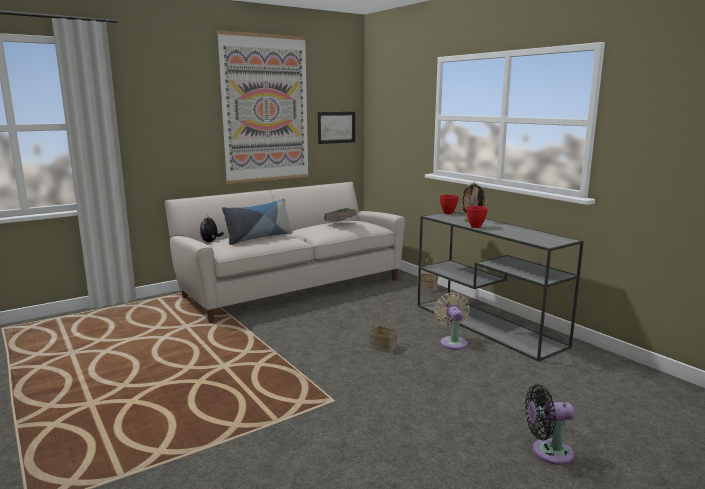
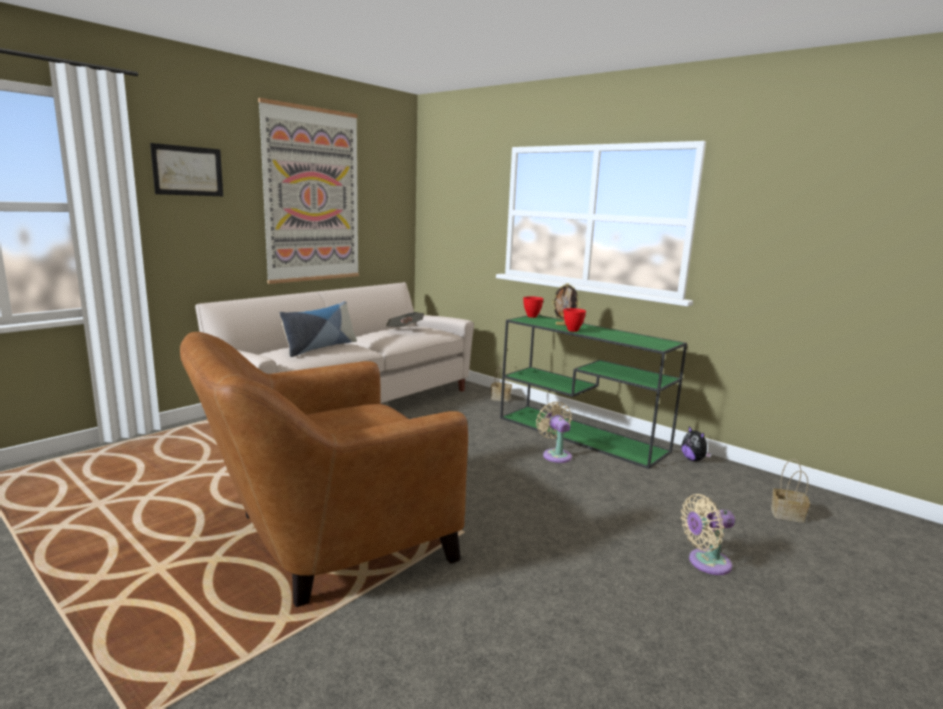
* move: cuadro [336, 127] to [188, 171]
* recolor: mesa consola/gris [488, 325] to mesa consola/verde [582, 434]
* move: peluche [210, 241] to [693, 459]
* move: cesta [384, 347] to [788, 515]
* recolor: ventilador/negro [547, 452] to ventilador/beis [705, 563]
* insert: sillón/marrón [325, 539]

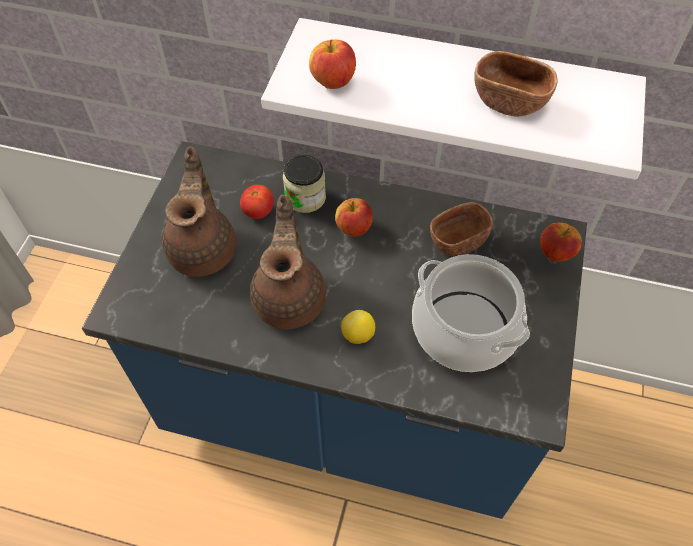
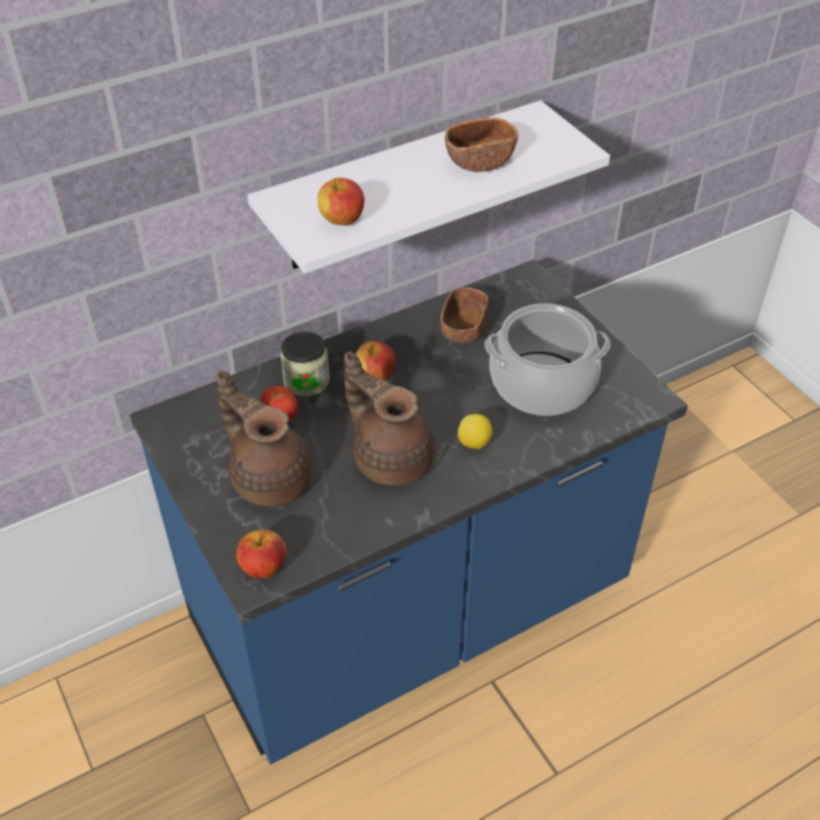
* move: manzana [555, 253] to [263, 567]

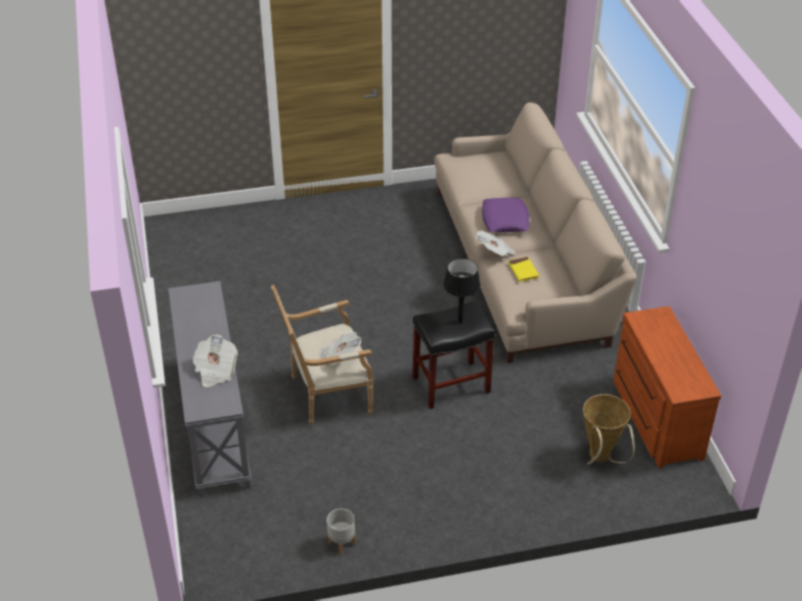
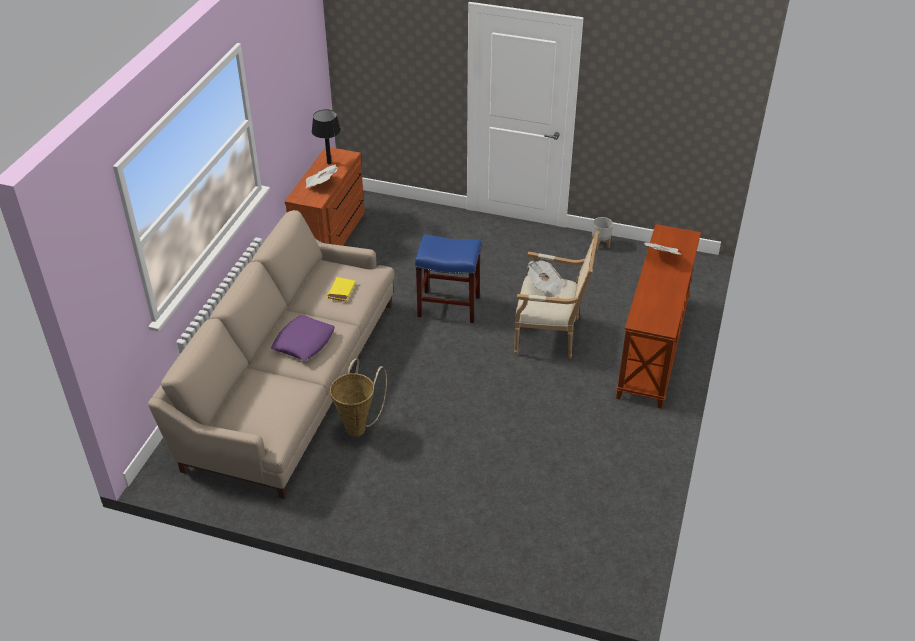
* move: periódico [494, 252] to [321, 184]
* move: lámpara de mesa/negro [460, 320] to [329, 163]
* recolor: mesa consola/gris [213, 422] to mesa consola/marrón [654, 348]
* recolor: taburete/negro [450, 385] to taburete/azul [449, 306]
* move: cesta [600, 459] to [358, 426]

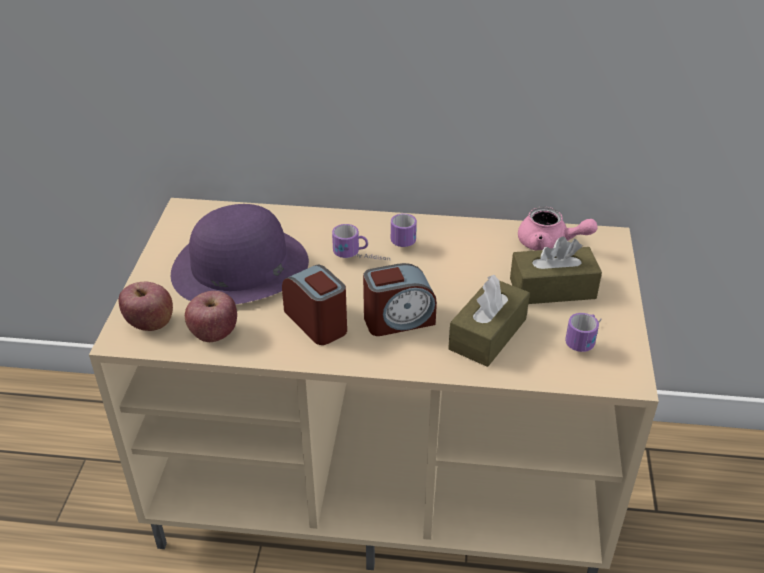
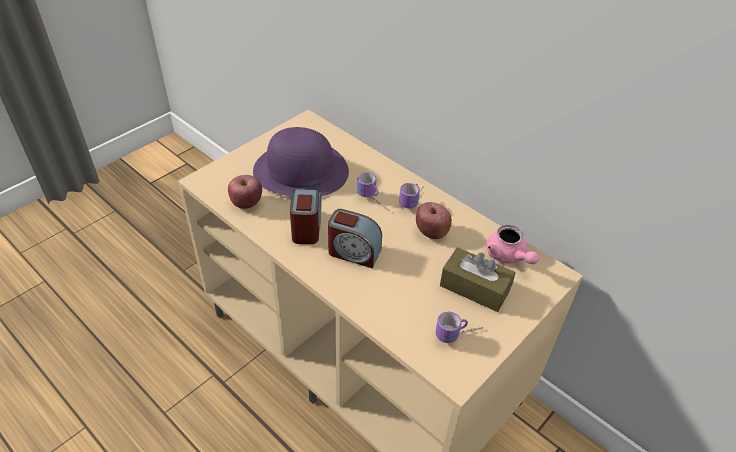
* delete: caja de pañuelos/marrón [487, 334]
* move: manzana [150, 323] to [431, 232]

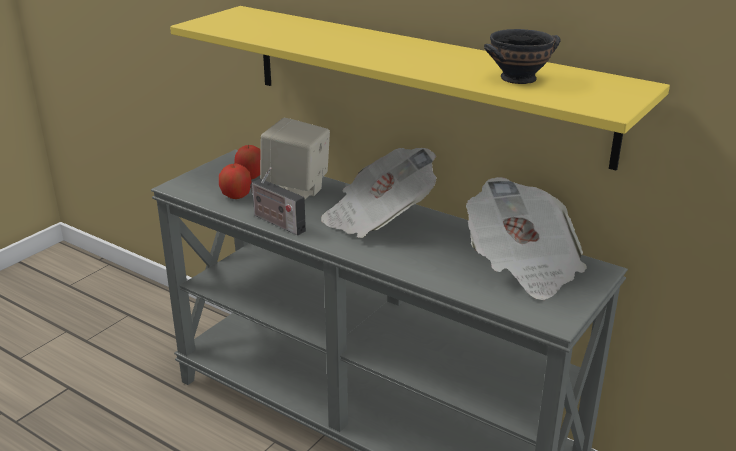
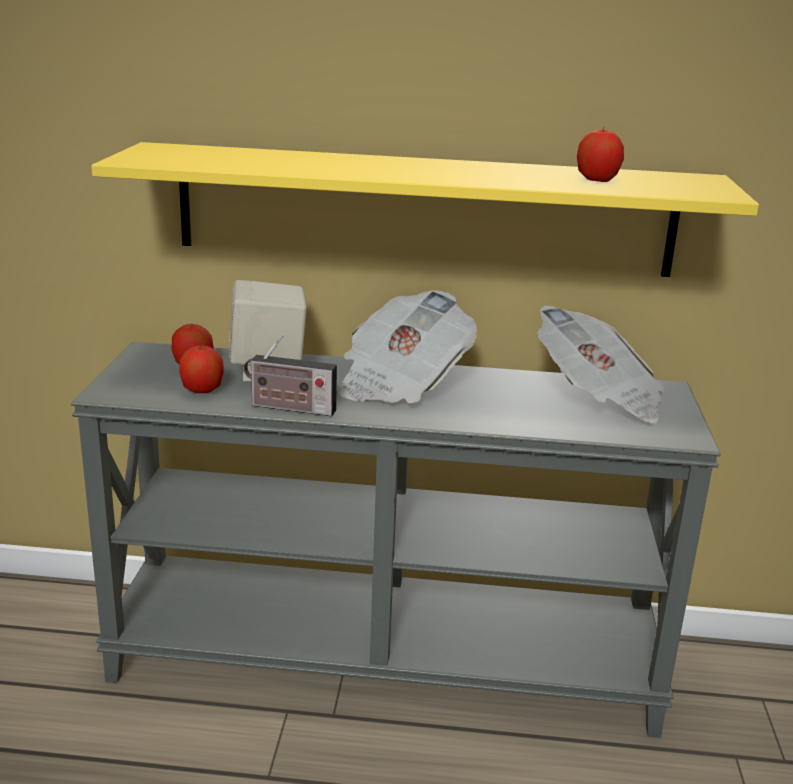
* replace: cuenco/negro [520, 78] to manzana [597, 180]

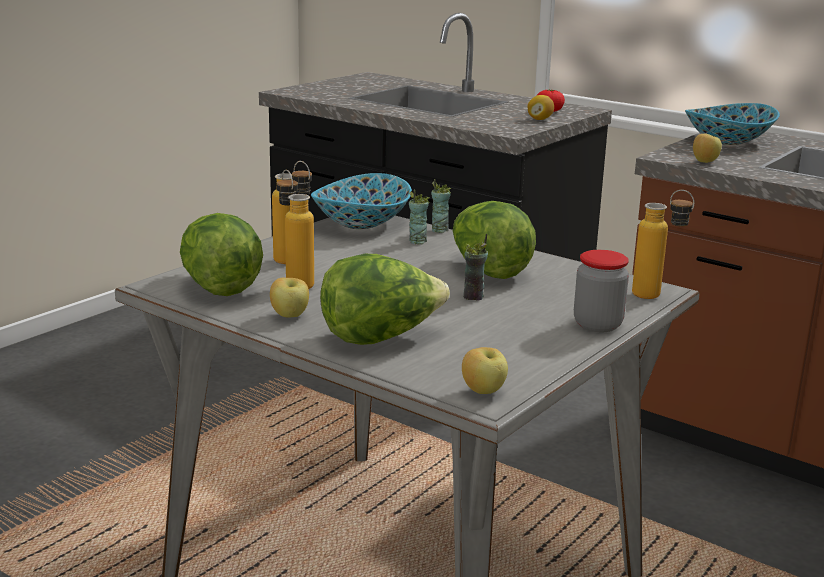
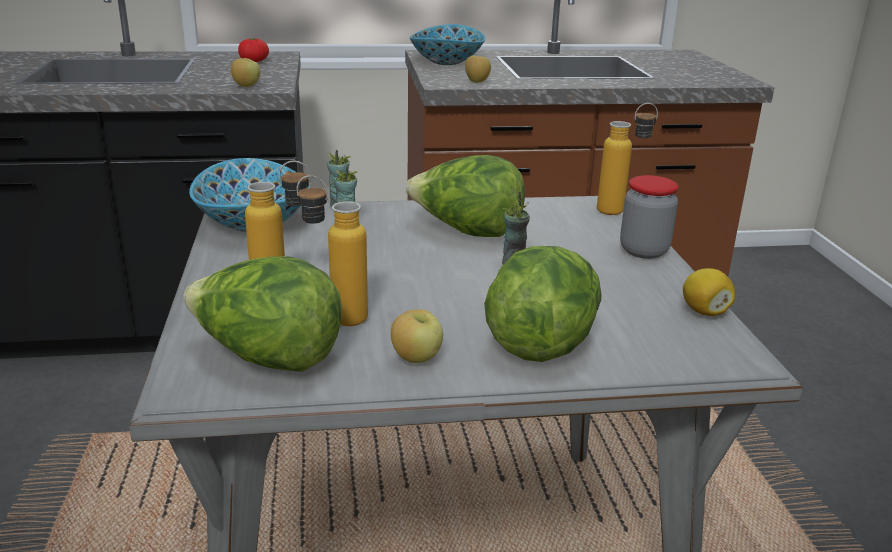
* move: limón [540, 119] to [704, 311]
* move: manzana [483, 391] to [246, 86]

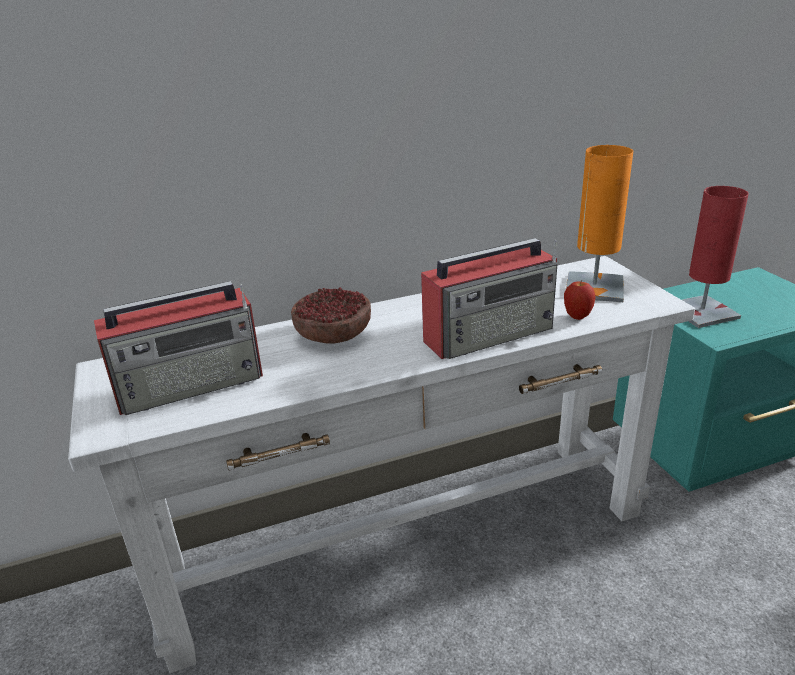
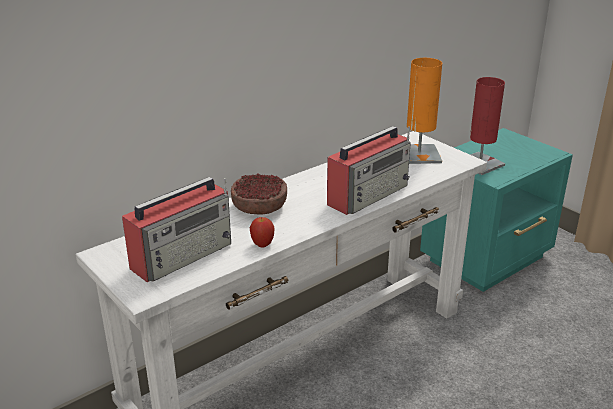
* move: manzana [577, 316] to [262, 245]

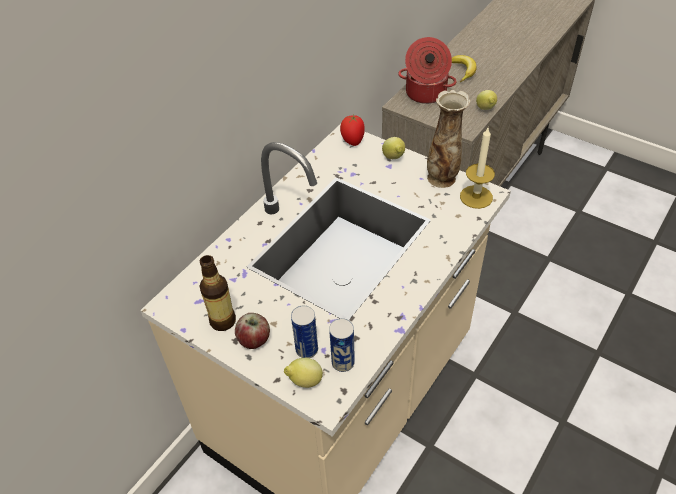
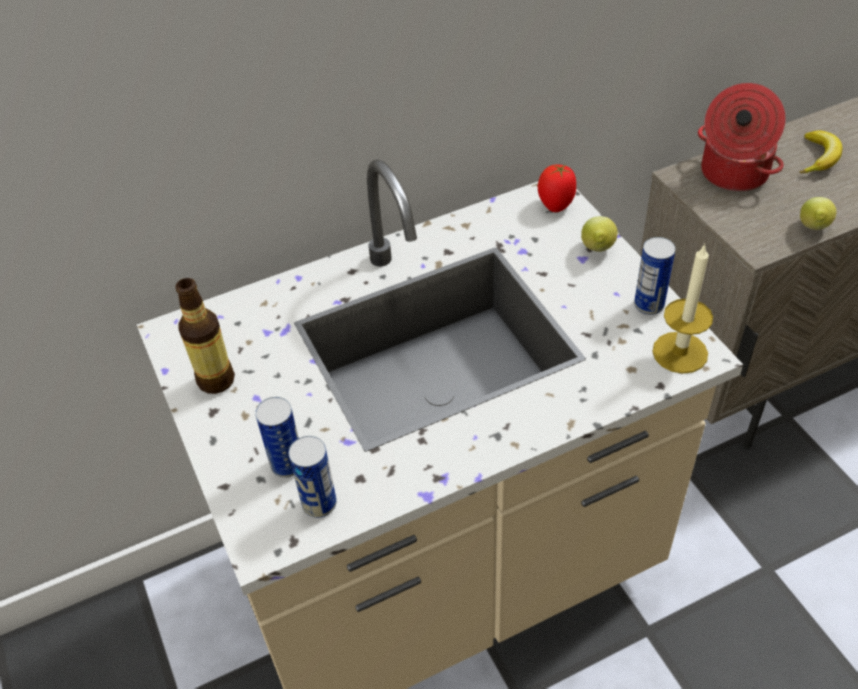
* replace: florero [442, 178] to lata [649, 305]
* delete: manzana [254, 340]
* delete: limón [304, 381]

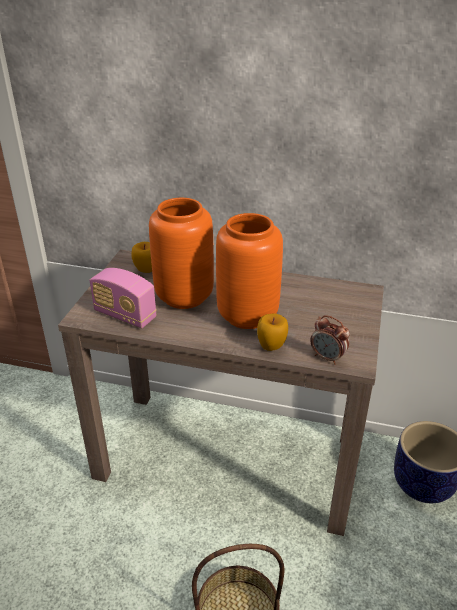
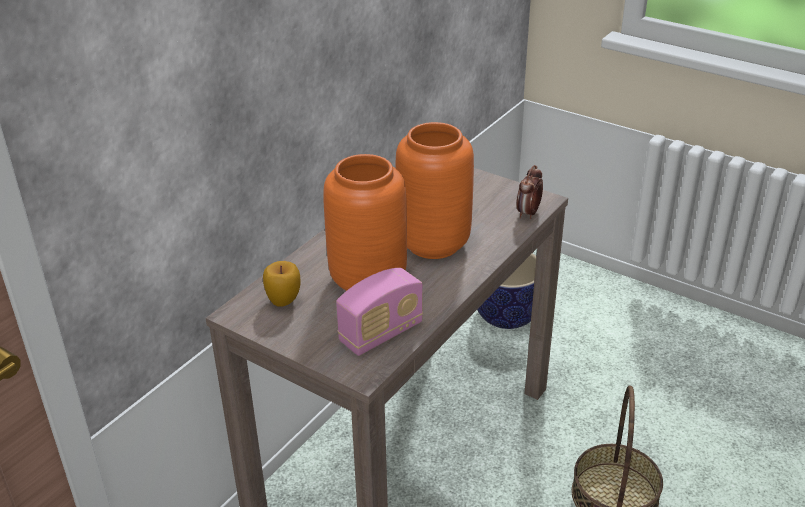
* delete: manzana [271, 347]
* rotate: despertador [327, 358] = [528, 213] 150 degrees clockwise

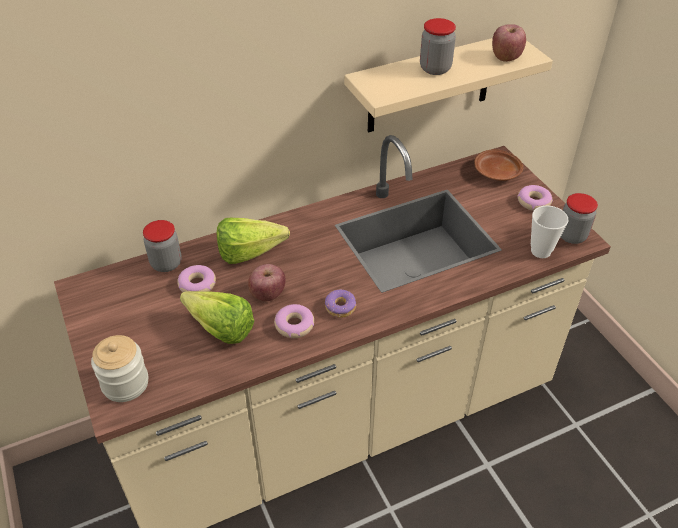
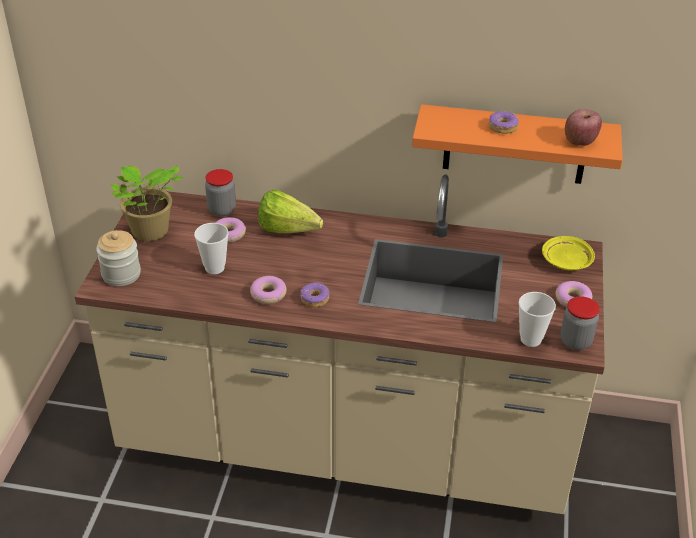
* replace: tarro [435, 68] to rosquilla [502, 127]
* recolor: estante/beis [430, 84] to estante/naranja [515, 145]
* recolor: plato/marrón [497, 173] to plato/amarillo [566, 261]
* delete: manzana [267, 294]
* replace: lechuga [217, 326] to taza [214, 268]
* insert: planta en maceta [150, 232]

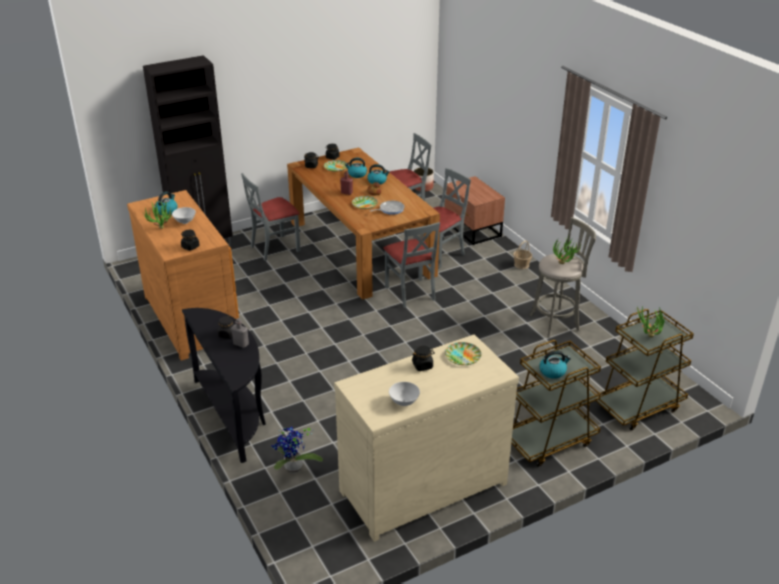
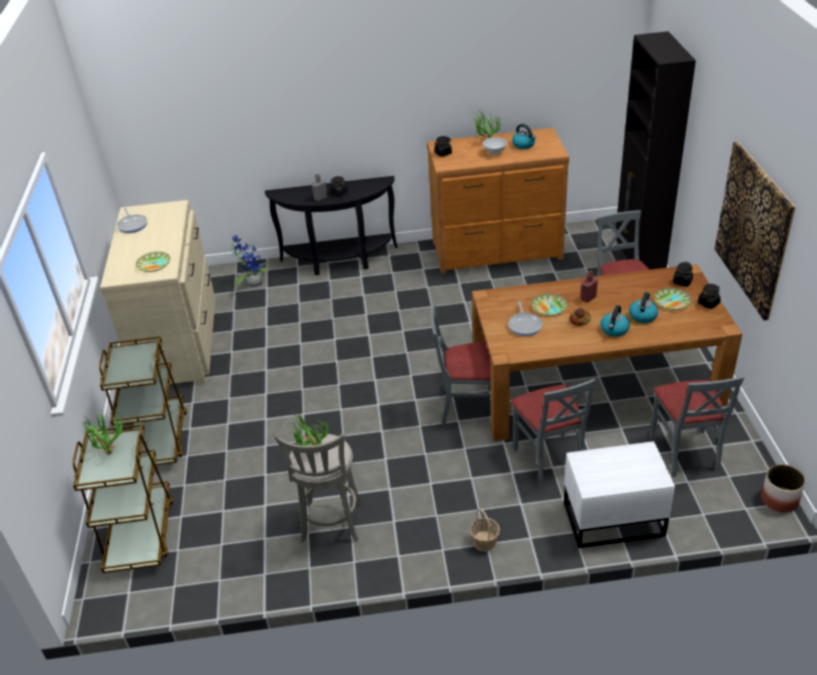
* recolor: mesita de noche/marrón [472, 229] to mesita de noche/blanco [611, 518]
* delete: tarro/negro [422, 366]
* delete: hervidor [553, 371]
* replace: cuenco/blanco [403, 402] to sartén [132, 225]
* insert: cuadro [753, 229]

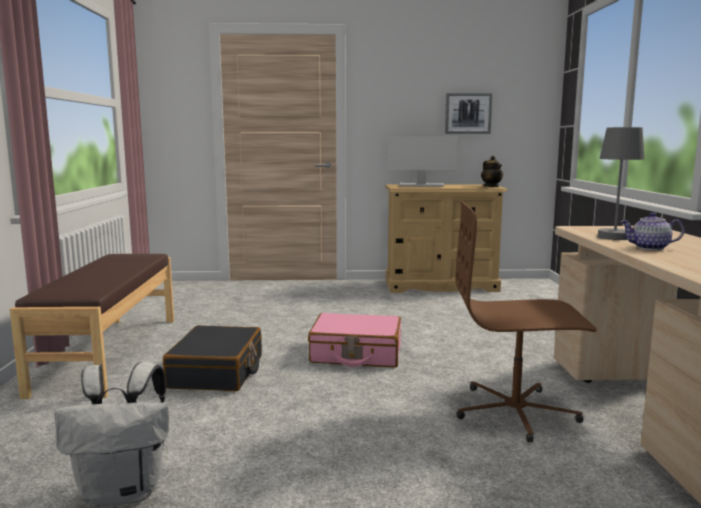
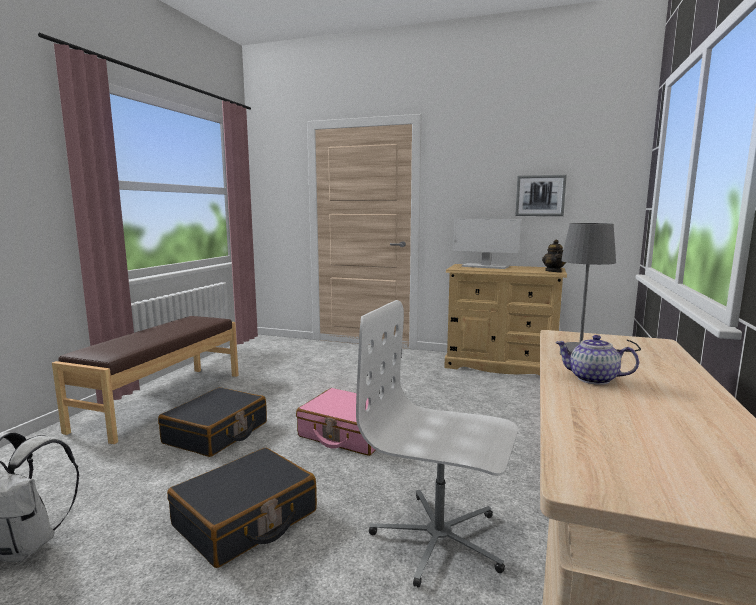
* recolor: silla de oficina/marrón [516, 412] to silla de oficina/blanco [439, 539]
* insert: maleta/negro [246, 519]

